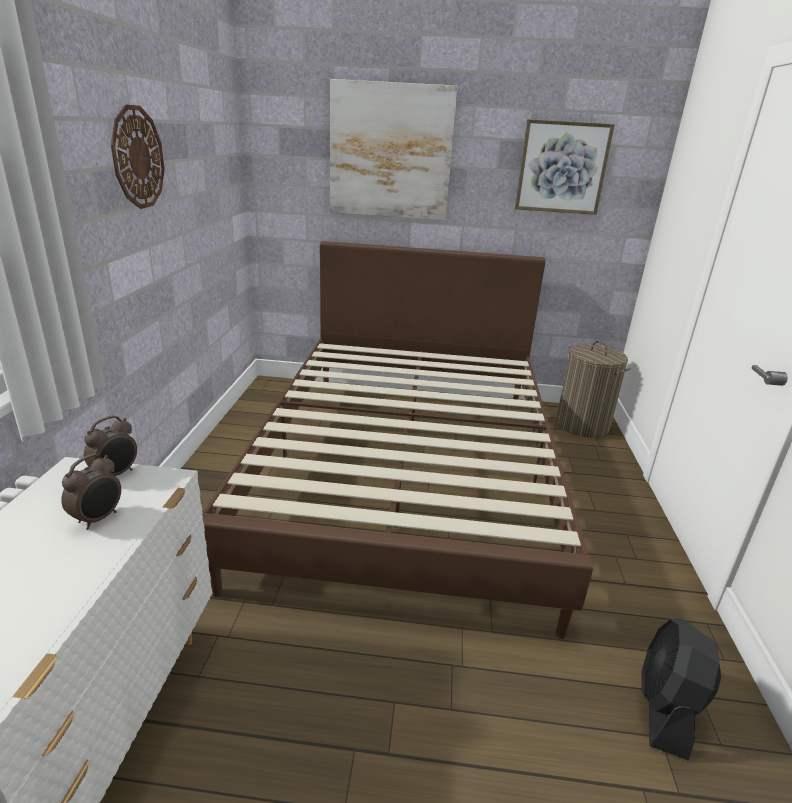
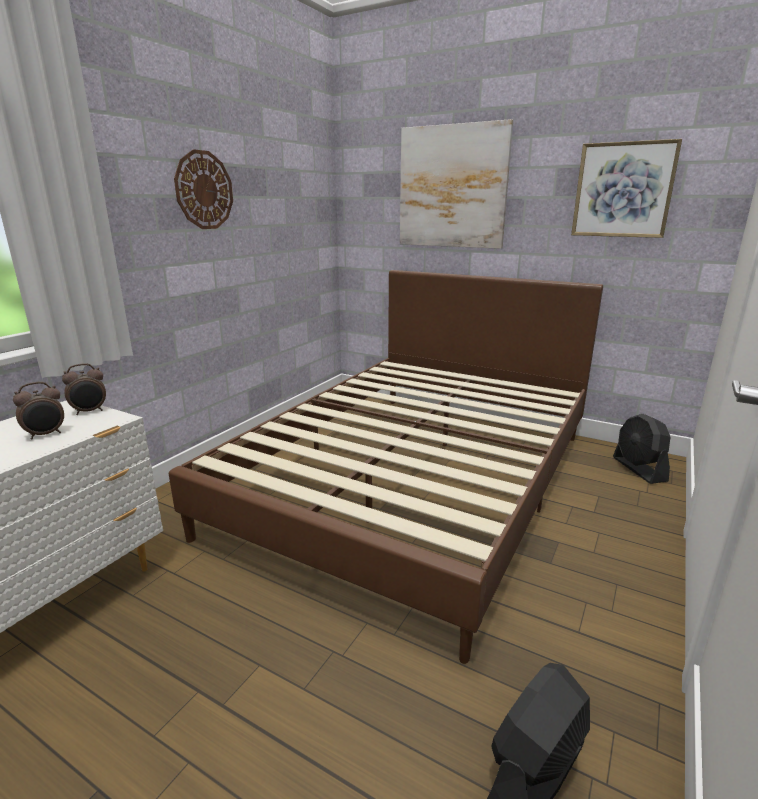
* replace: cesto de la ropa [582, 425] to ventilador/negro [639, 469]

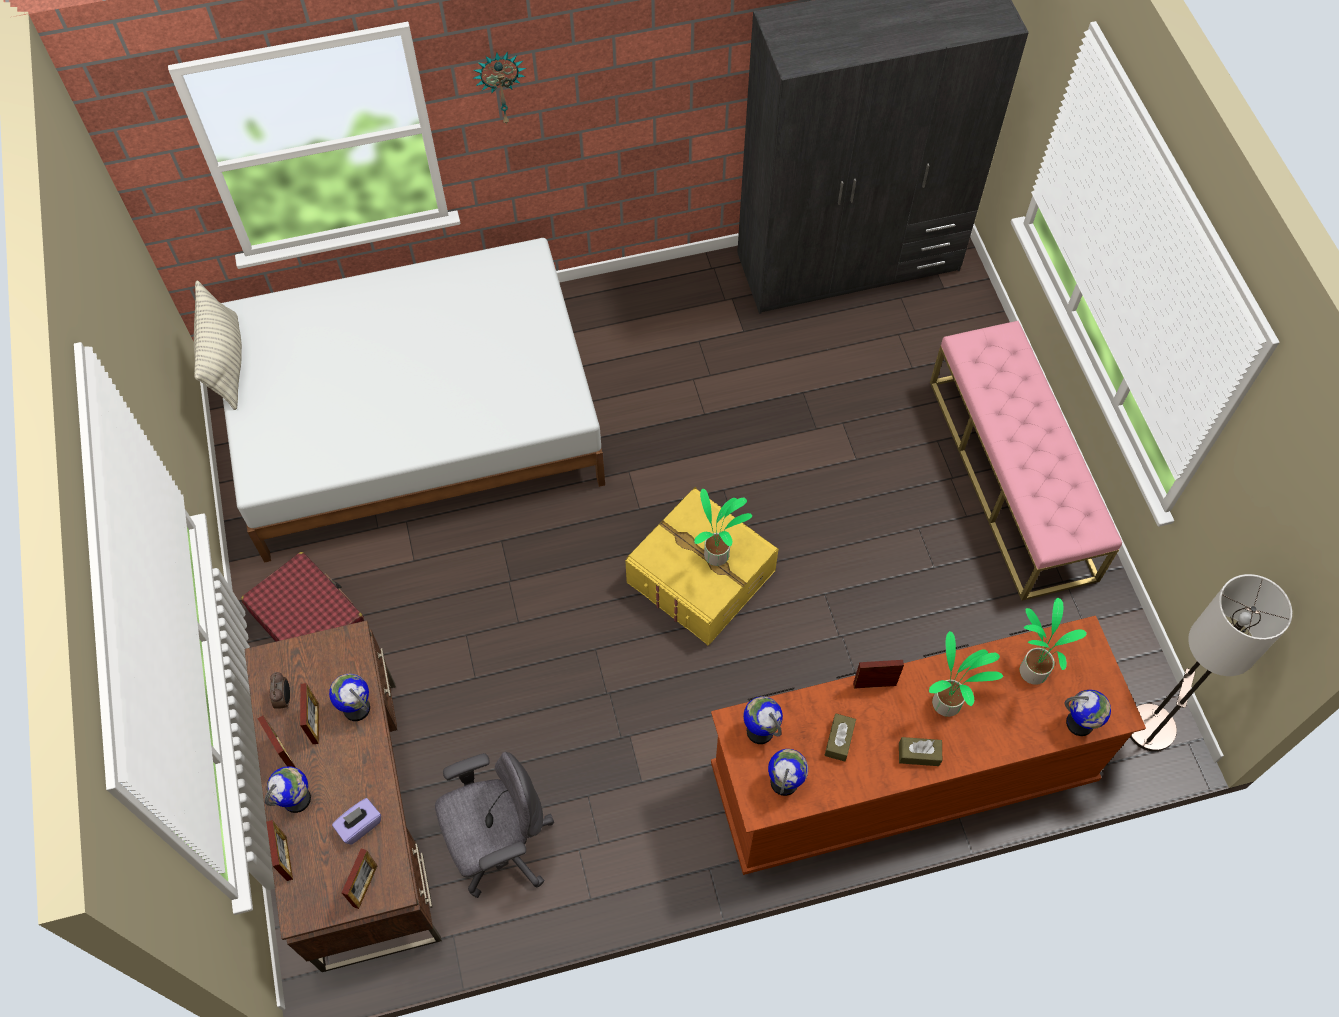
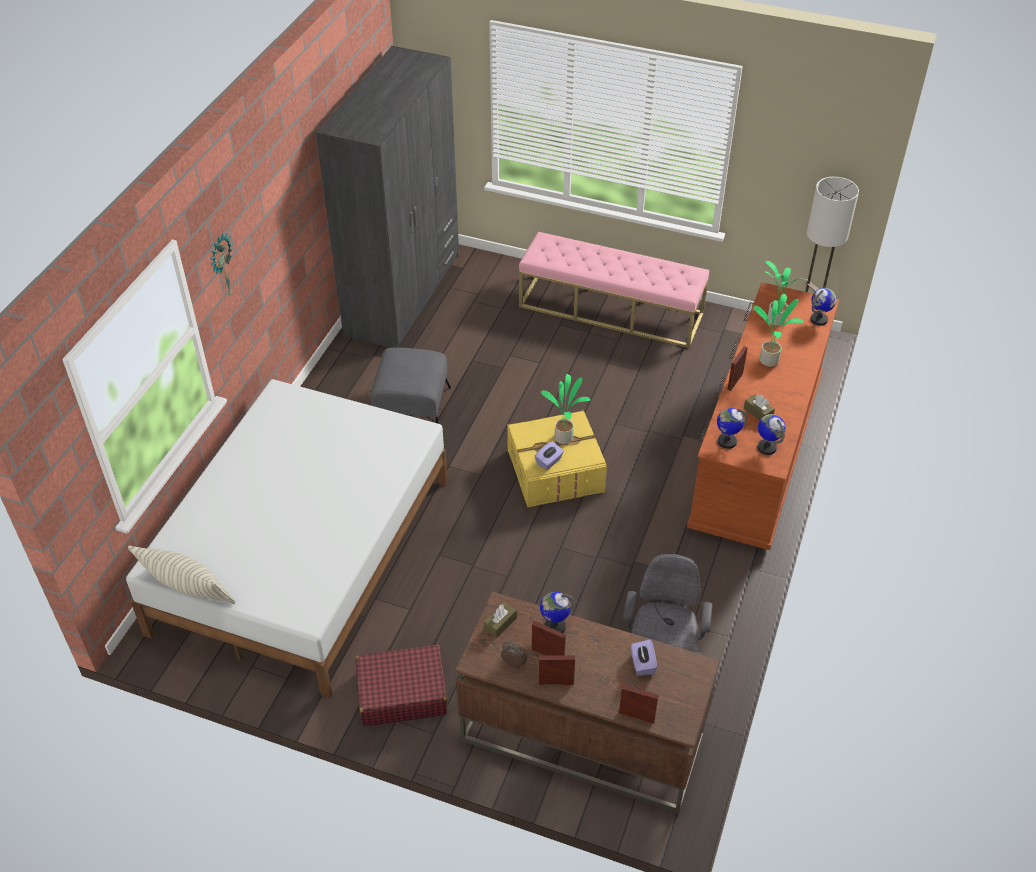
* move: caja de pañuelos/marrón [919, 754] to [500, 623]
* delete: globo terráqueo [297, 799]
* delete: portarretratos [365, 886]
* insert: puf/gris [412, 407]
* insert: caja de pañuelos/morado [549, 461]

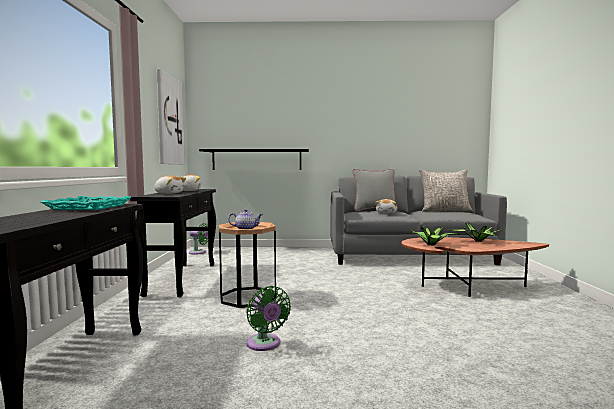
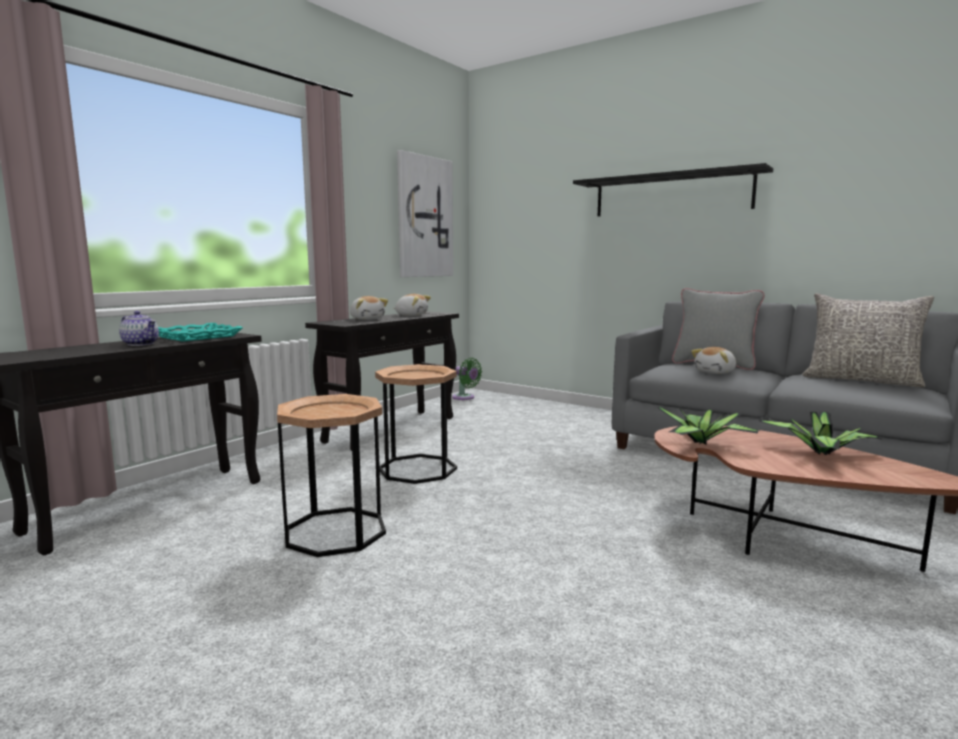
* move: estante/negro [256, 159] to [671, 194]
* move: tetera [246, 229] to [141, 344]
* replace: ventilador/verde [264, 344] to mesa auxiliar/marrón [335, 531]

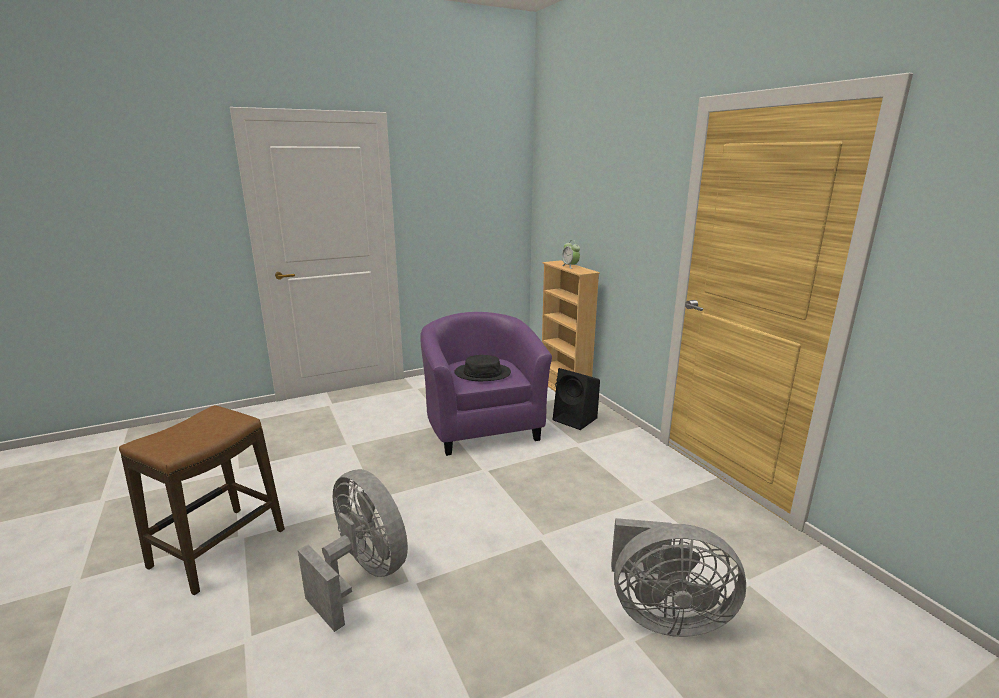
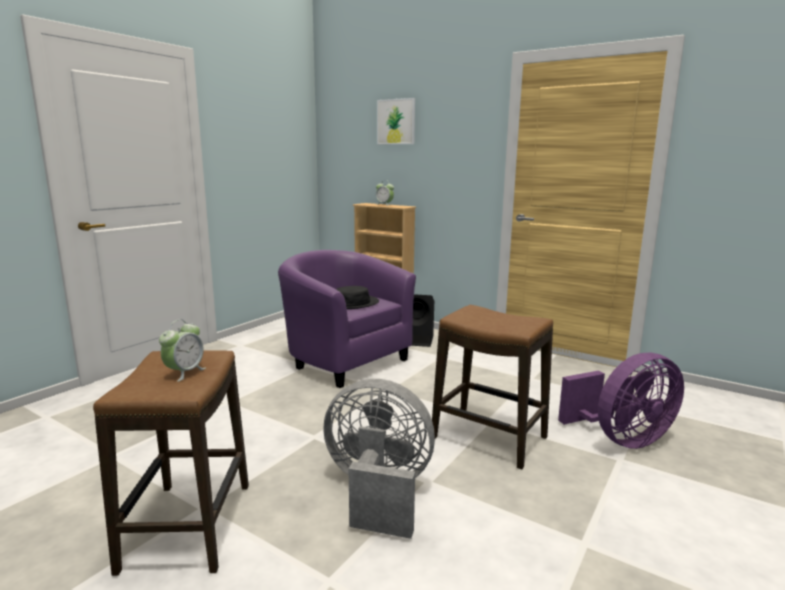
* recolor: ventilador/gris [664, 615] to ventilador/morado [622, 439]
* insert: cuadro [396, 122]
* insert: taburete [488, 438]
* insert: despertador [184, 372]

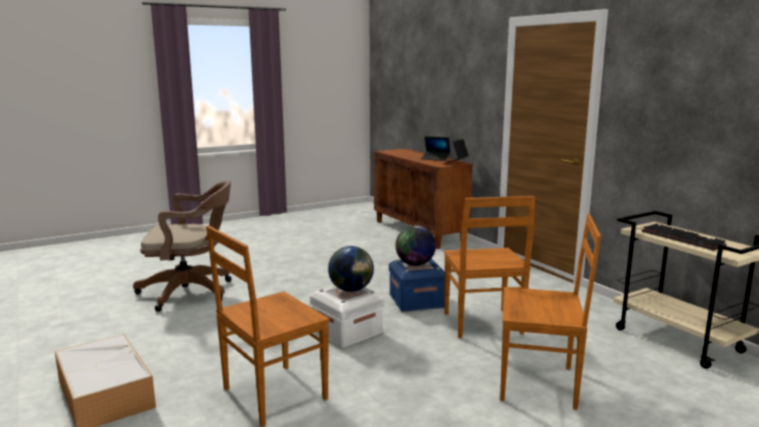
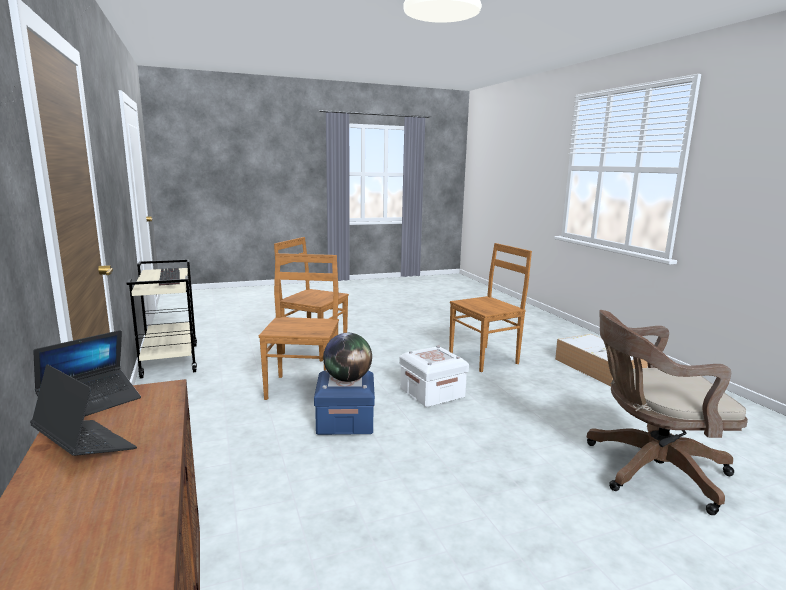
* delete: globo terráqueo [351, 290]

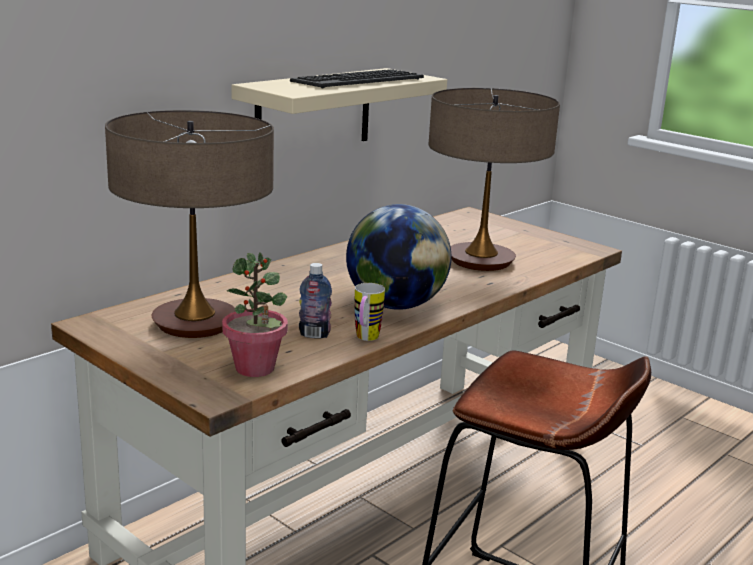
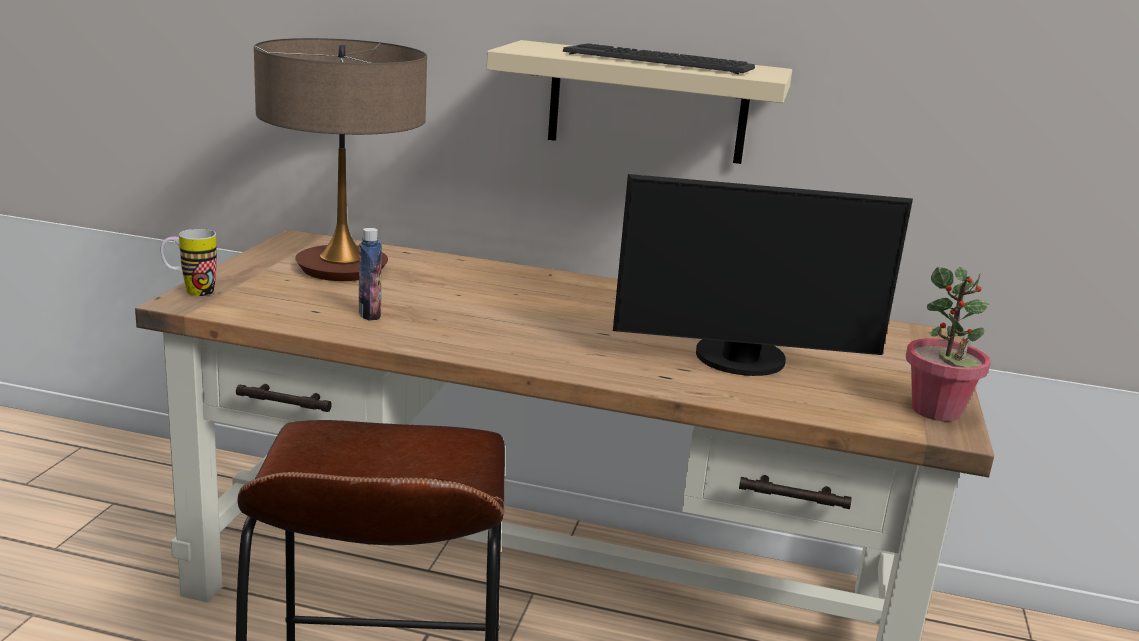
* replace: lámpara de mesa [480, 261] to monitor [741, 361]
* delete: globo terráqueo [395, 305]
* move: planta en maceta [255, 368] to [936, 411]
* move: taza grande [365, 339] to [191, 292]

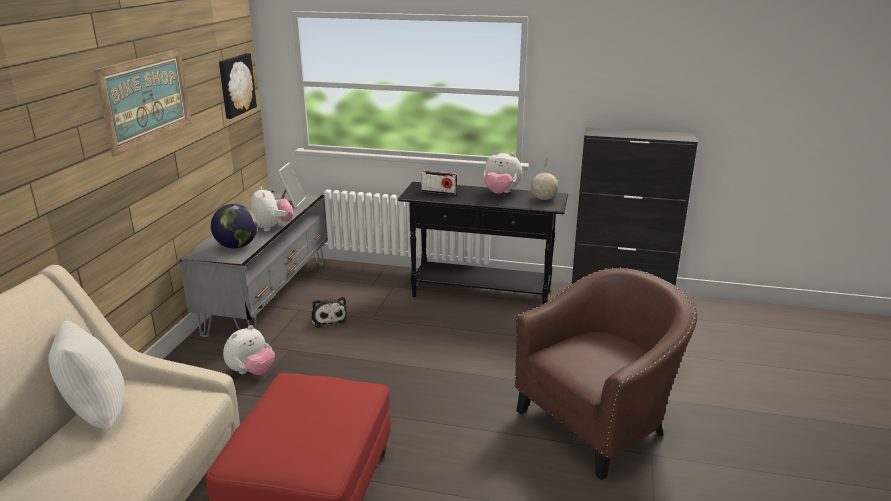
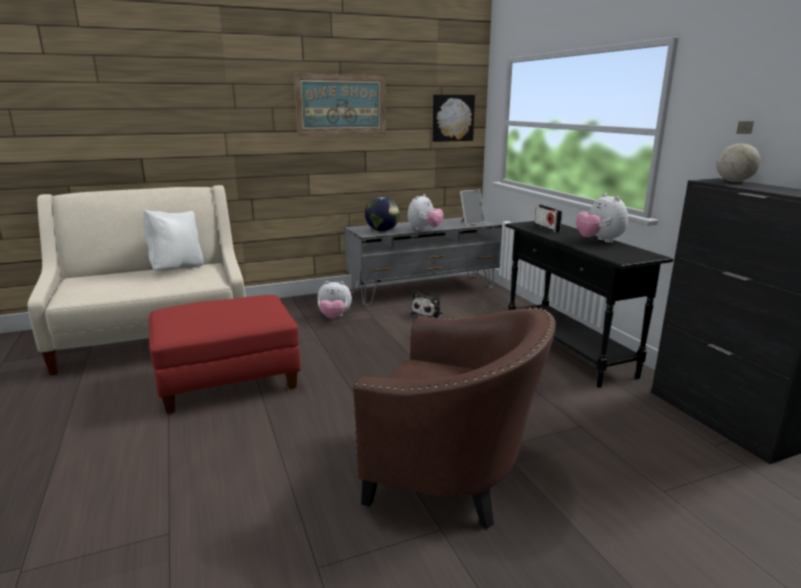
* move: globo terráqueo [544, 199] to [734, 181]

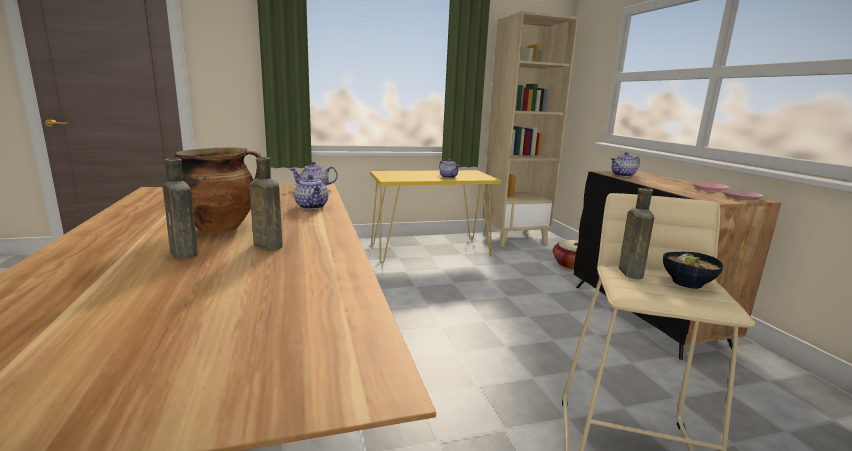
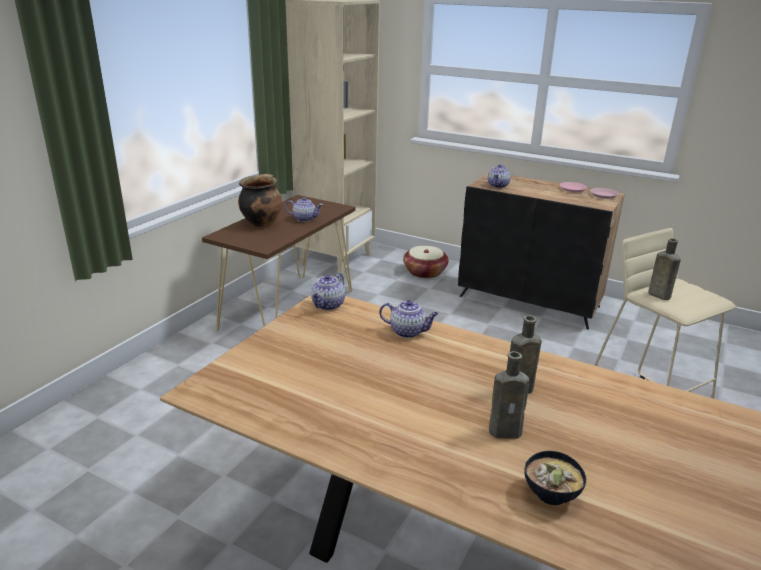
* move: olla [222, 228] to [261, 223]
* recolor: mesa consola/amarillo [431, 250] to mesa consola/marrón [288, 309]
* move: cuenco [686, 283] to [550, 494]

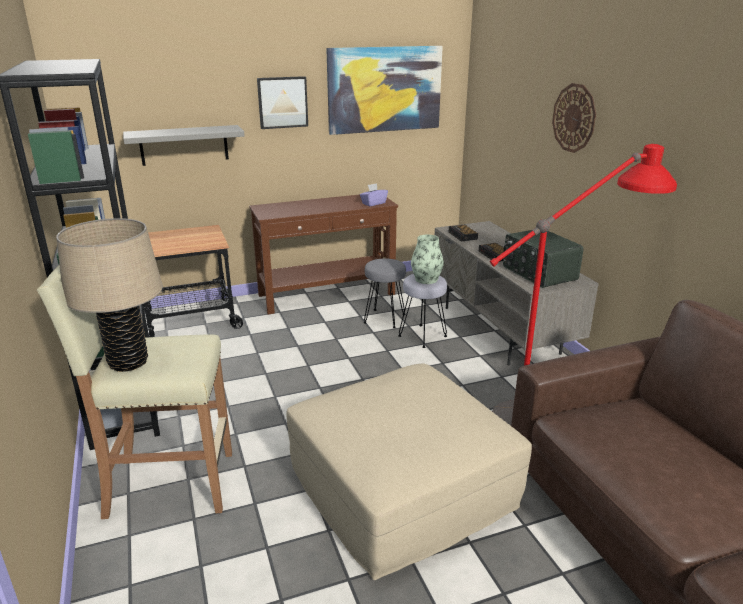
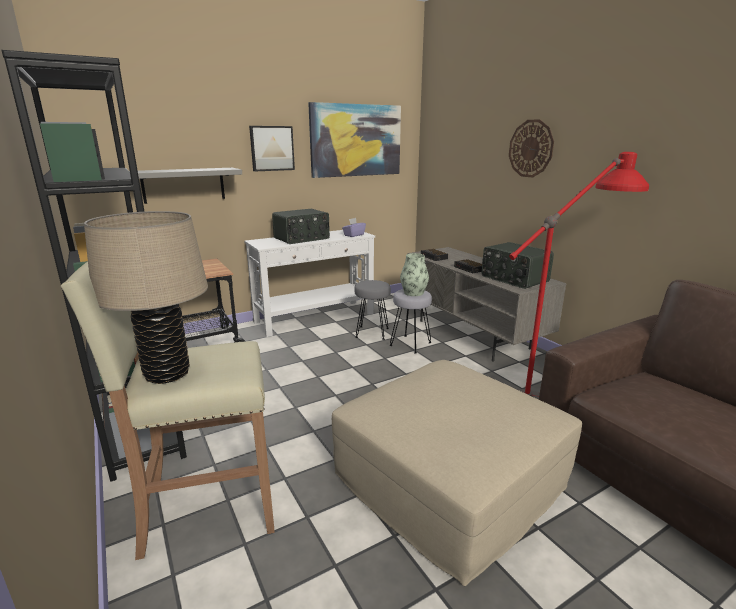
* recolor: mesa consola/marrón [327, 295] to mesa consola/blanco [315, 318]
* insert: radio [302, 238]

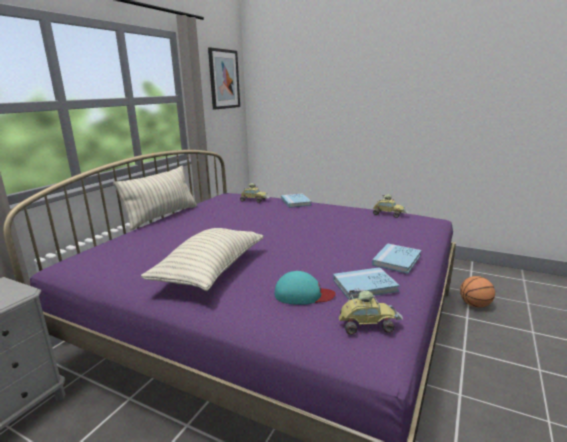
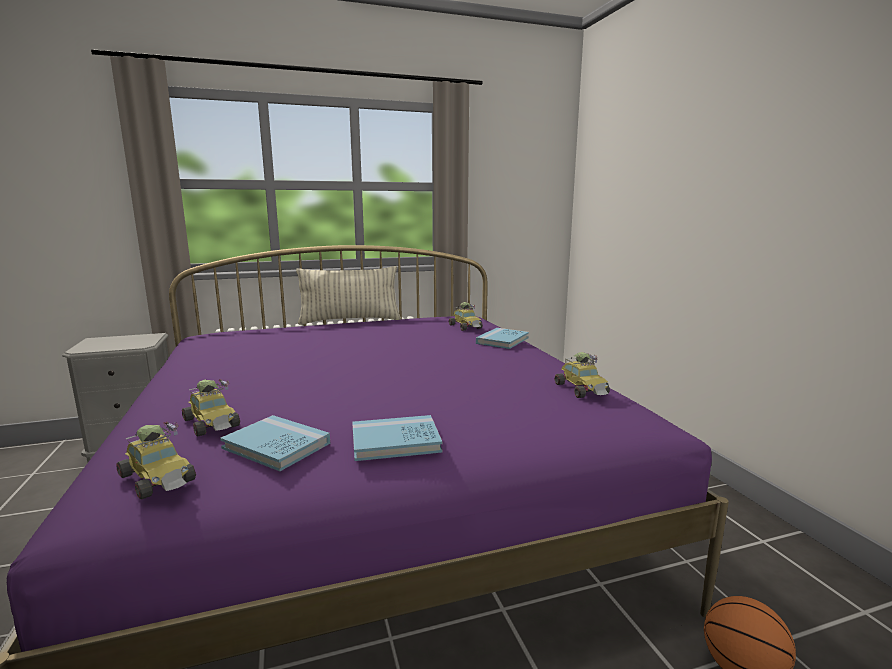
* delete: cuadro [224, 79]
* delete: cojín [210, 271]
* replace: gorra/turquesa [303, 295] to coche de juguete [213, 423]

